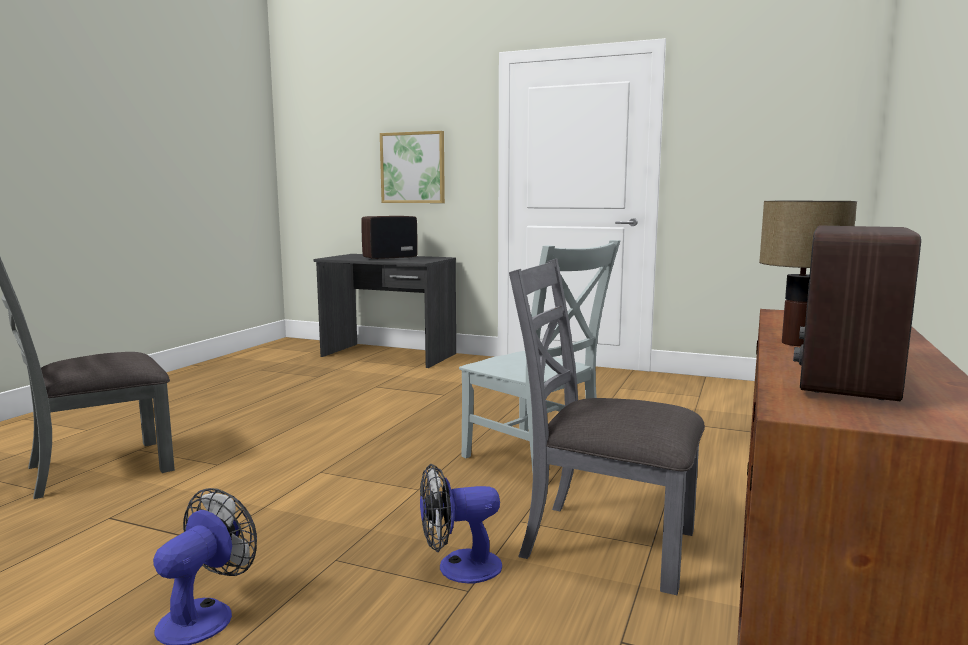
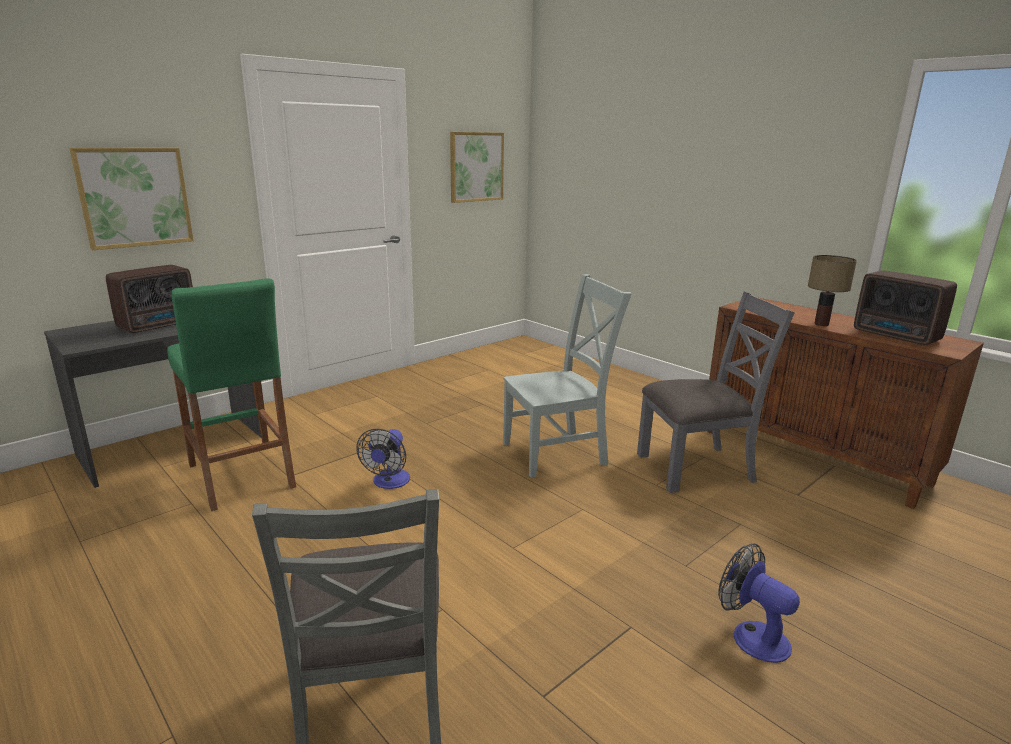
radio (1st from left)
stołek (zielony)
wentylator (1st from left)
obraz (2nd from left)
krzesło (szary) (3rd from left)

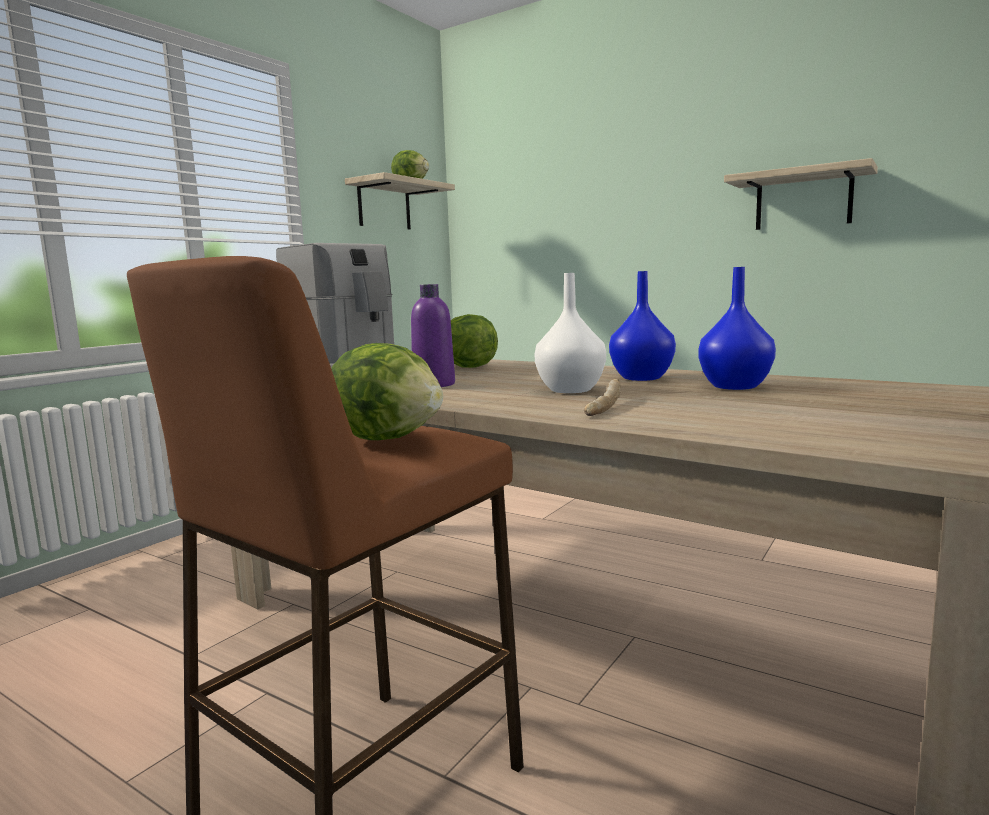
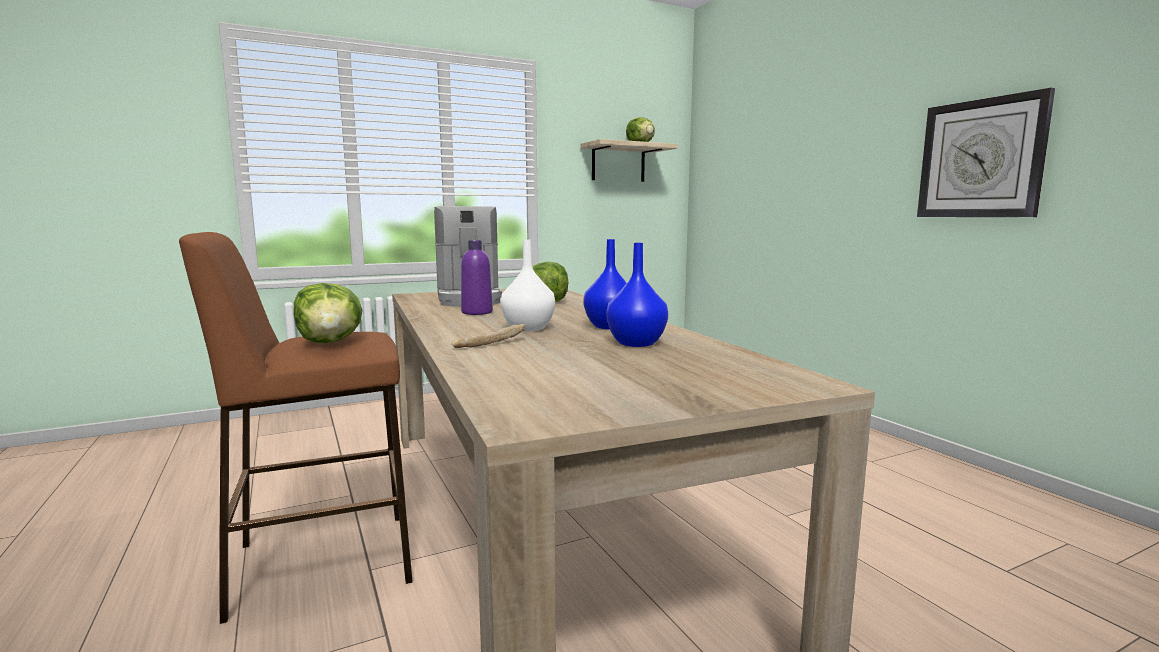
zegar ścienny

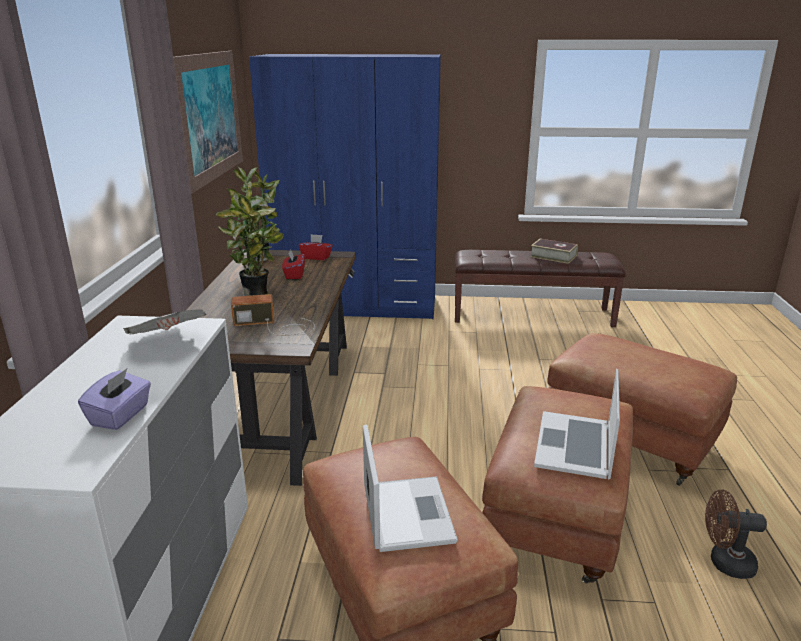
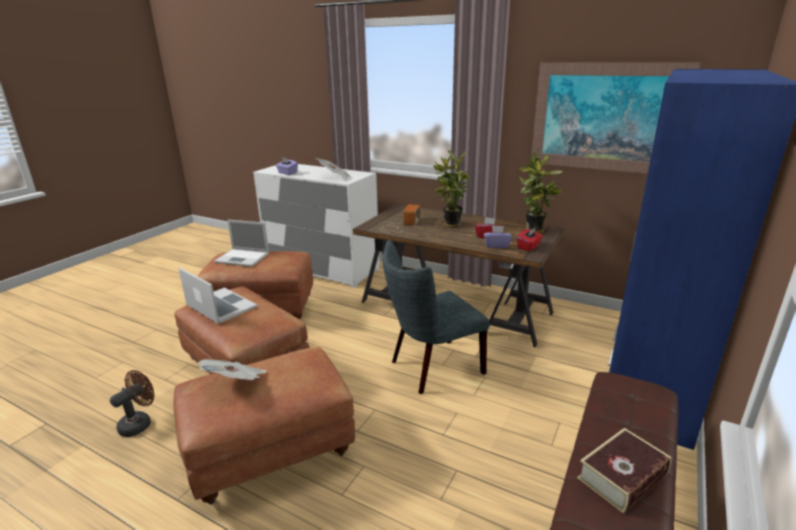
gazeta (1st from left)
krzesło (szary)
pudełko chusteczek (fioletowy) (2nd from left)

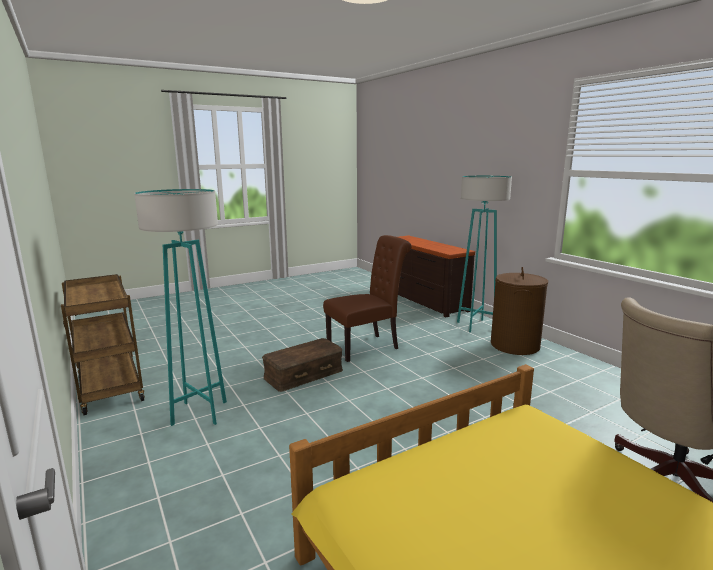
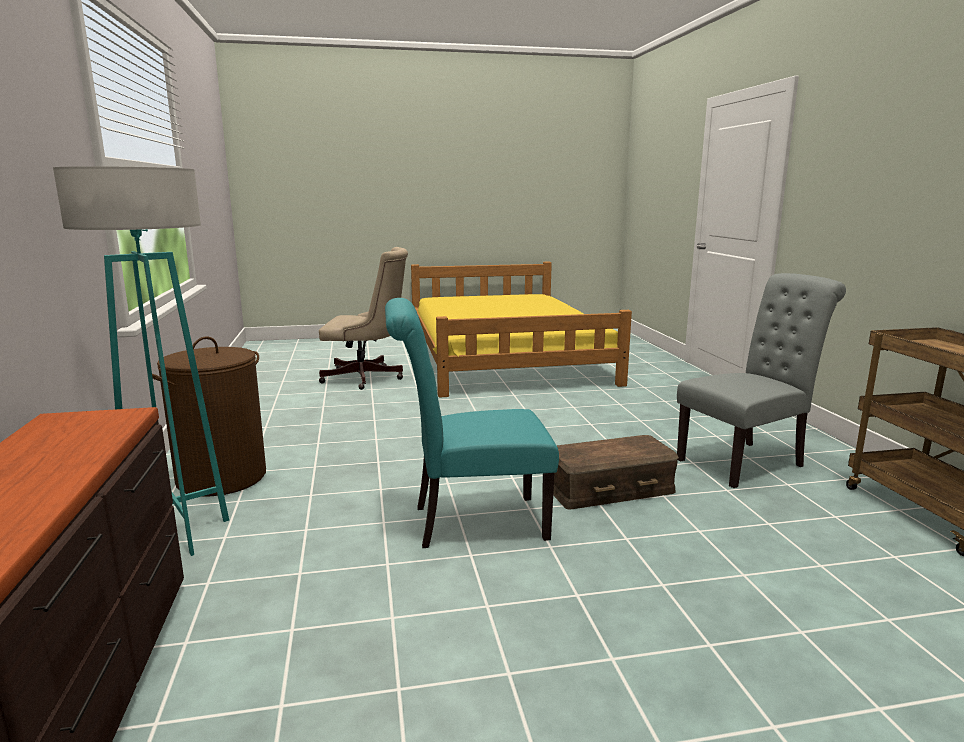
krzesło (turkusowy)
krzesło (szary)

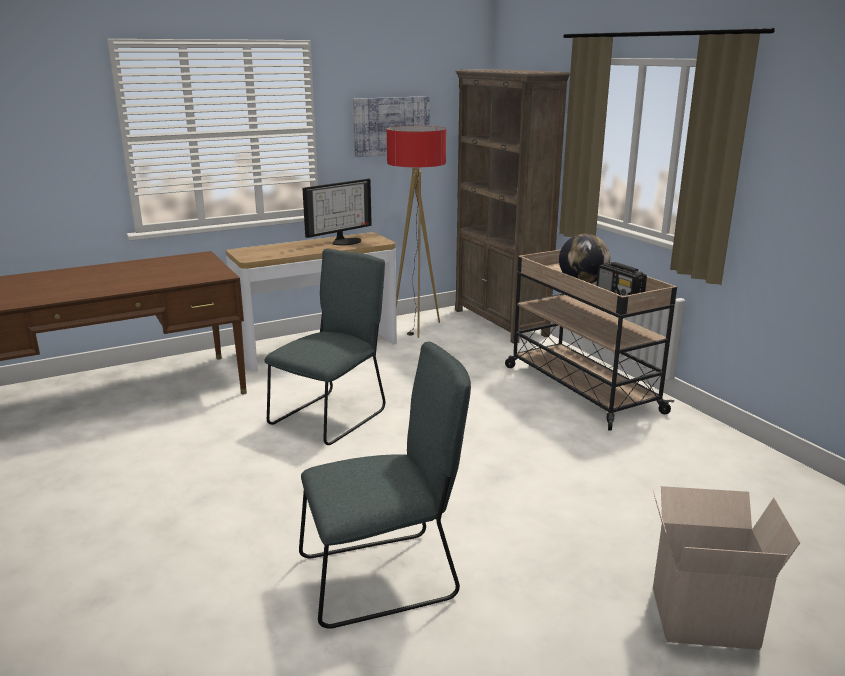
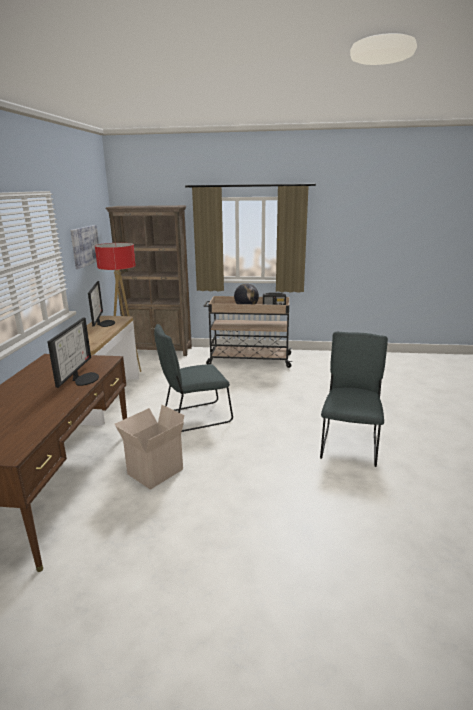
monitor (1st from left)
karton
krzesło (szary) (1st from left)

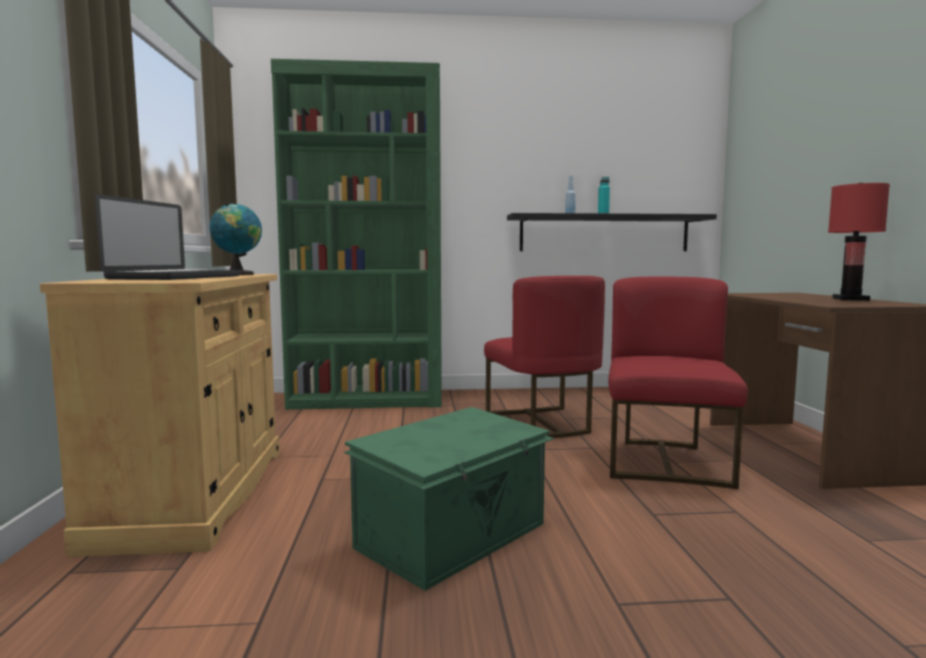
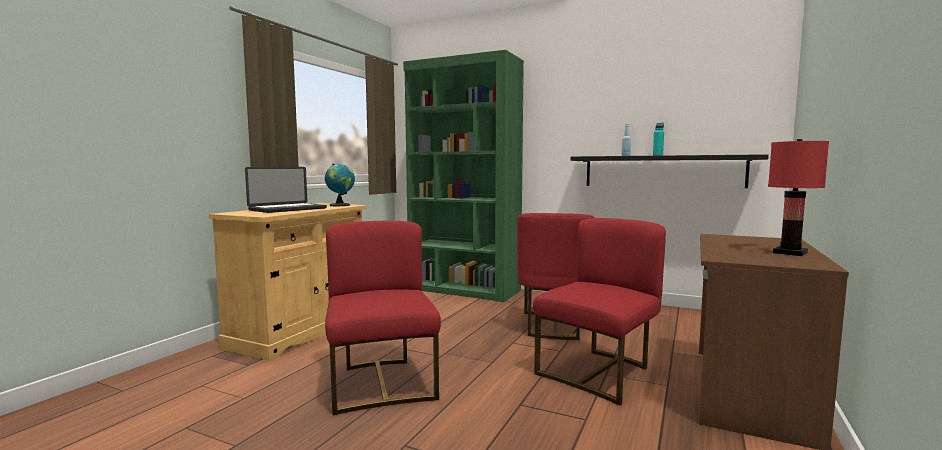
krzesło (czerwony) (1st from left)

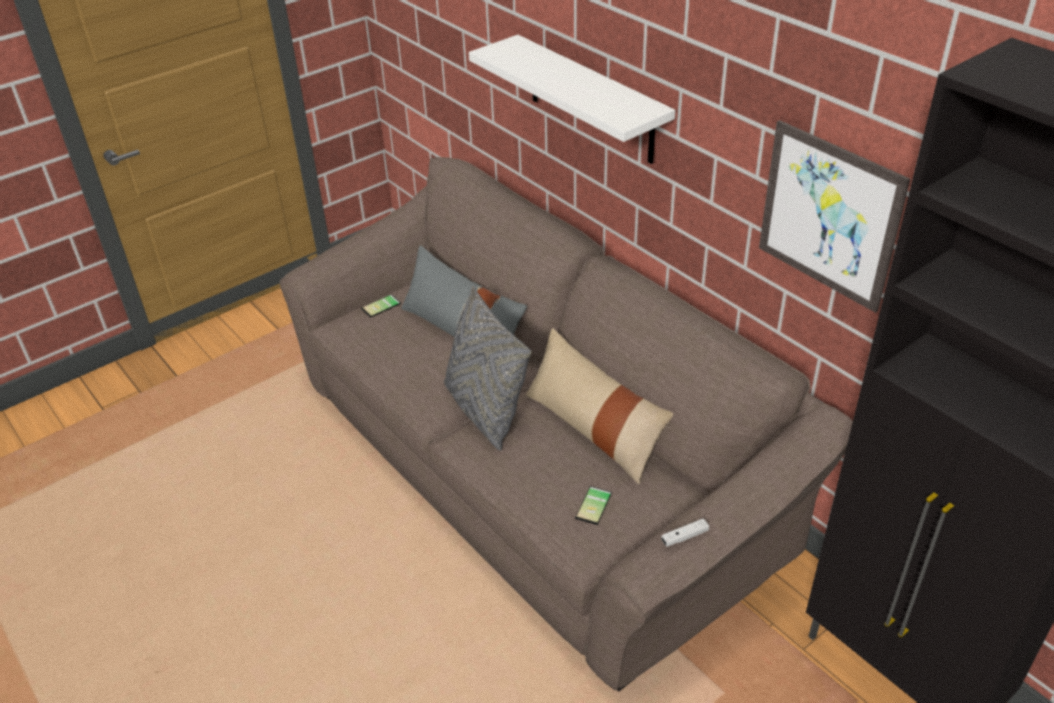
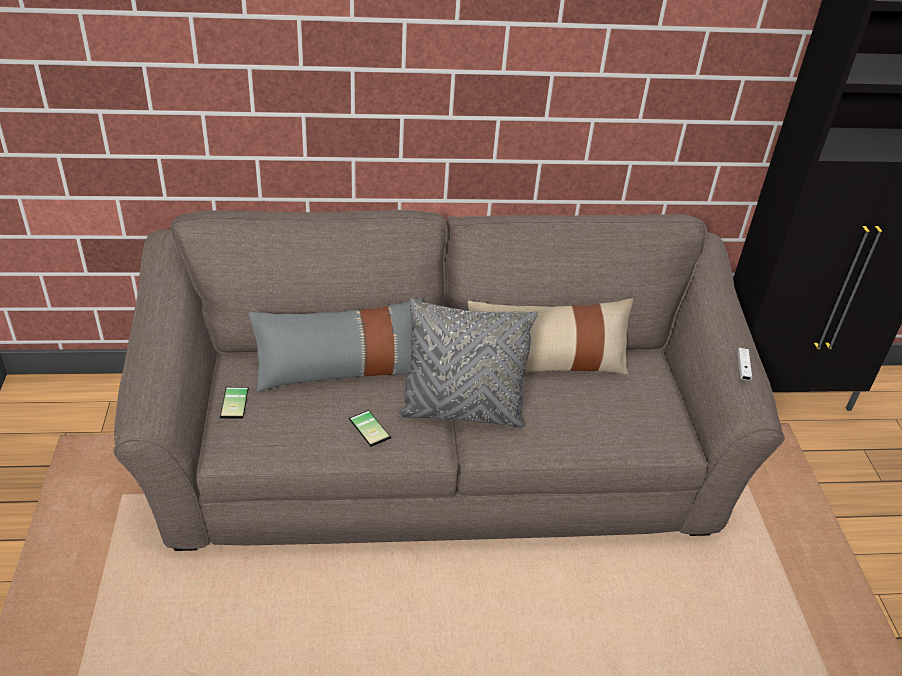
telefon (2nd from left)
półka (biały)
obraz

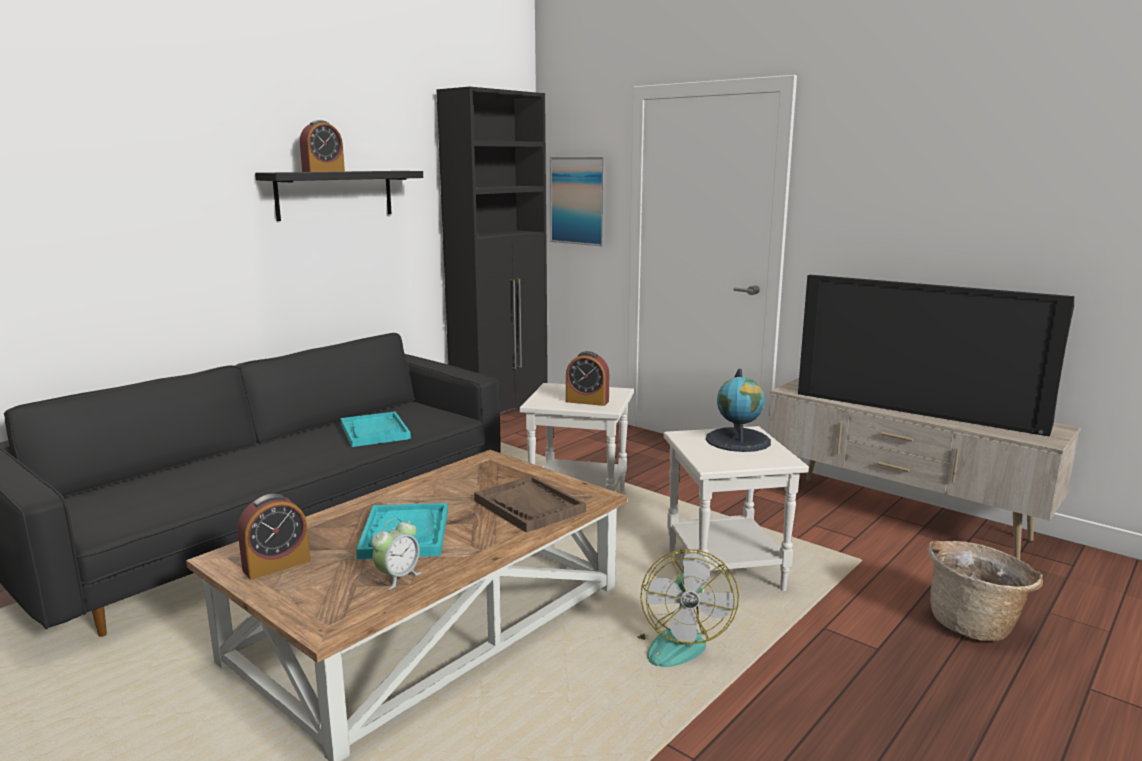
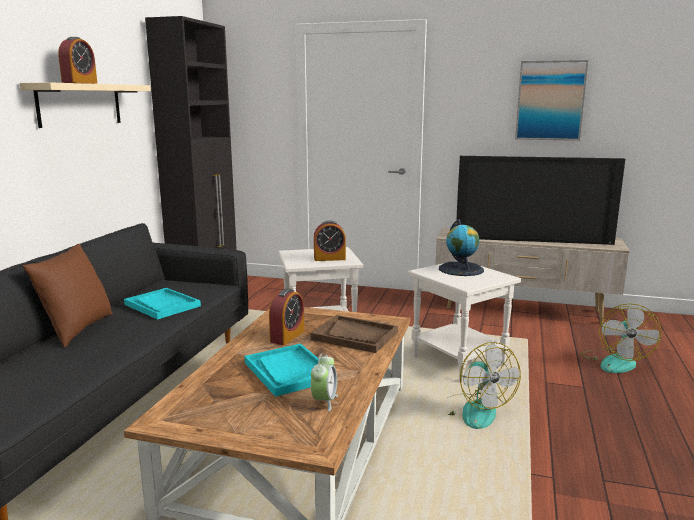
półka (beżowy)
poduszka (brązowy)
budzik (2nd from left)
obraz
wentylator (2nd from left)

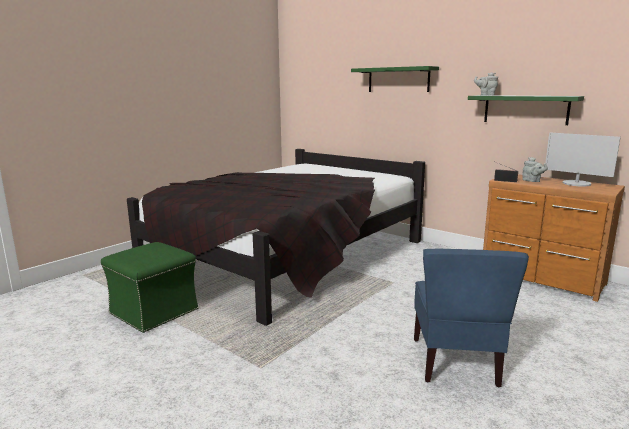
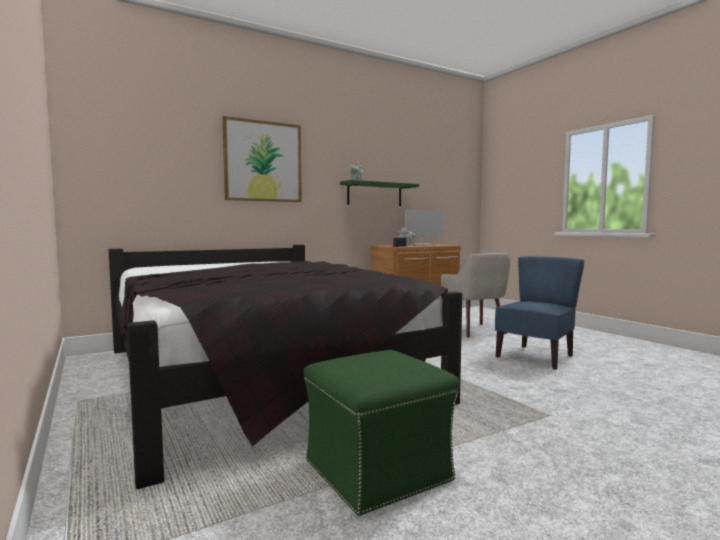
obraz
fotel (beżowy)
krzesło (niebieski)

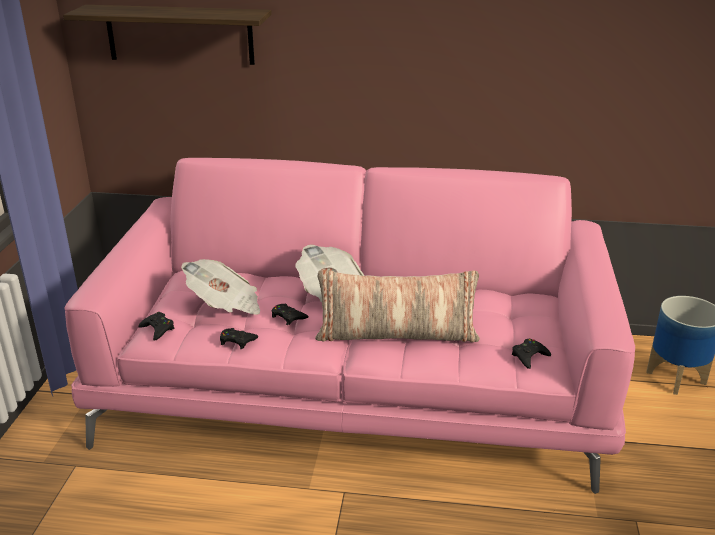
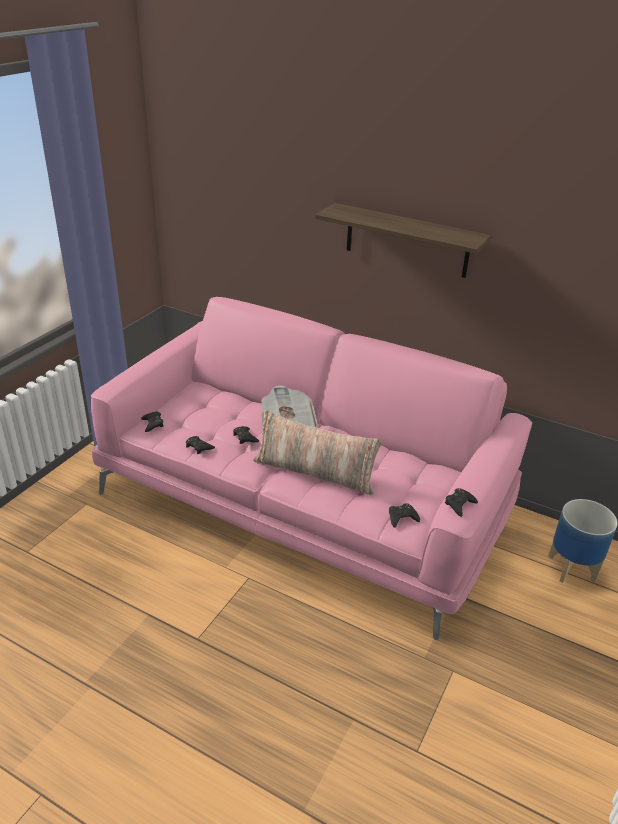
półka
pad do gier (czarny) (5th from left)
gazeta (1st from left in the first image)

